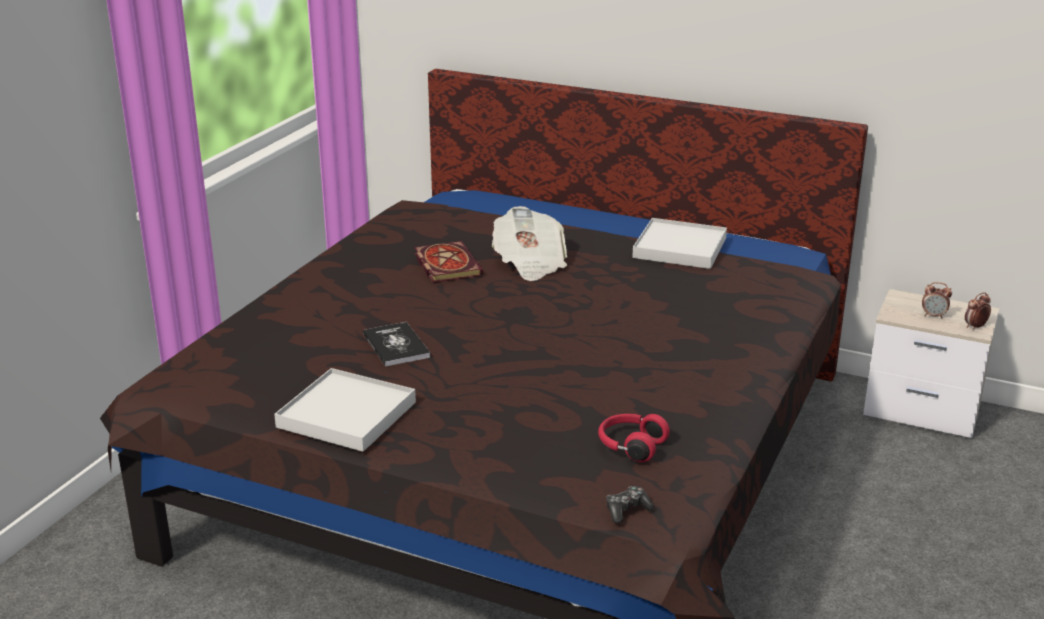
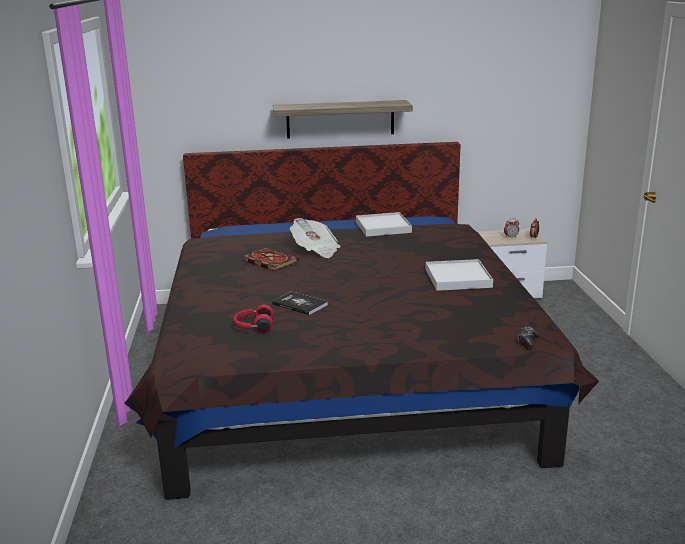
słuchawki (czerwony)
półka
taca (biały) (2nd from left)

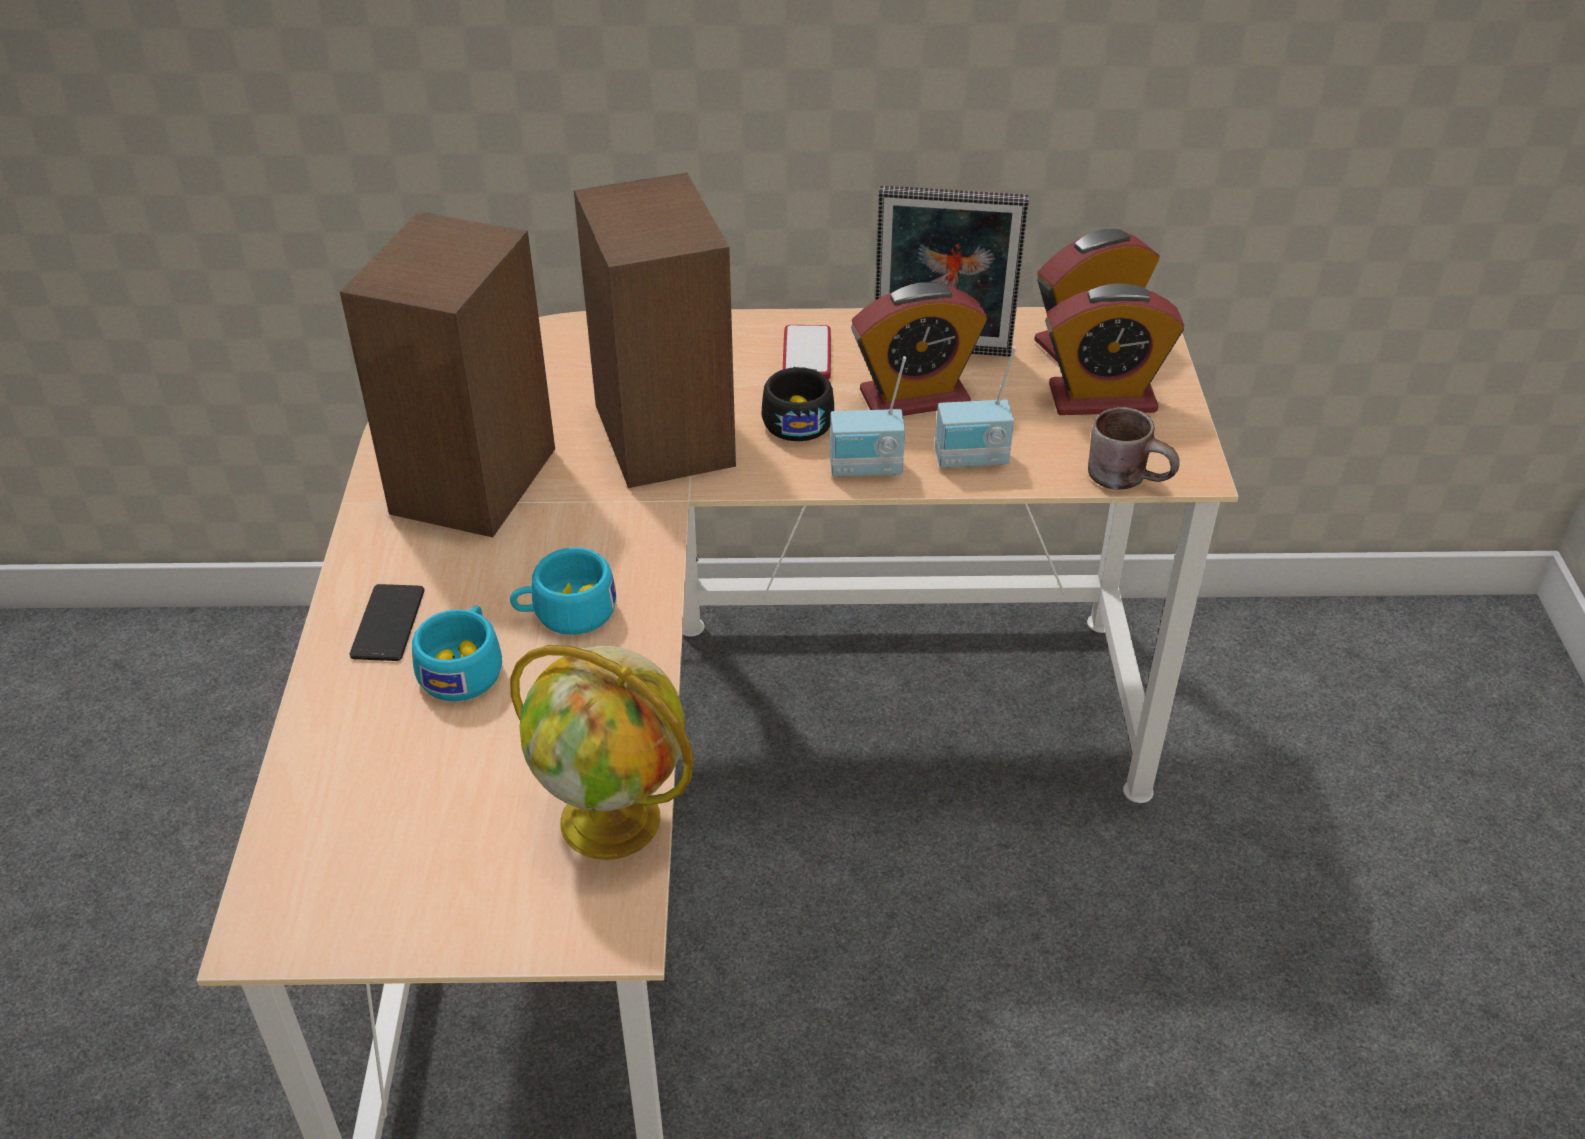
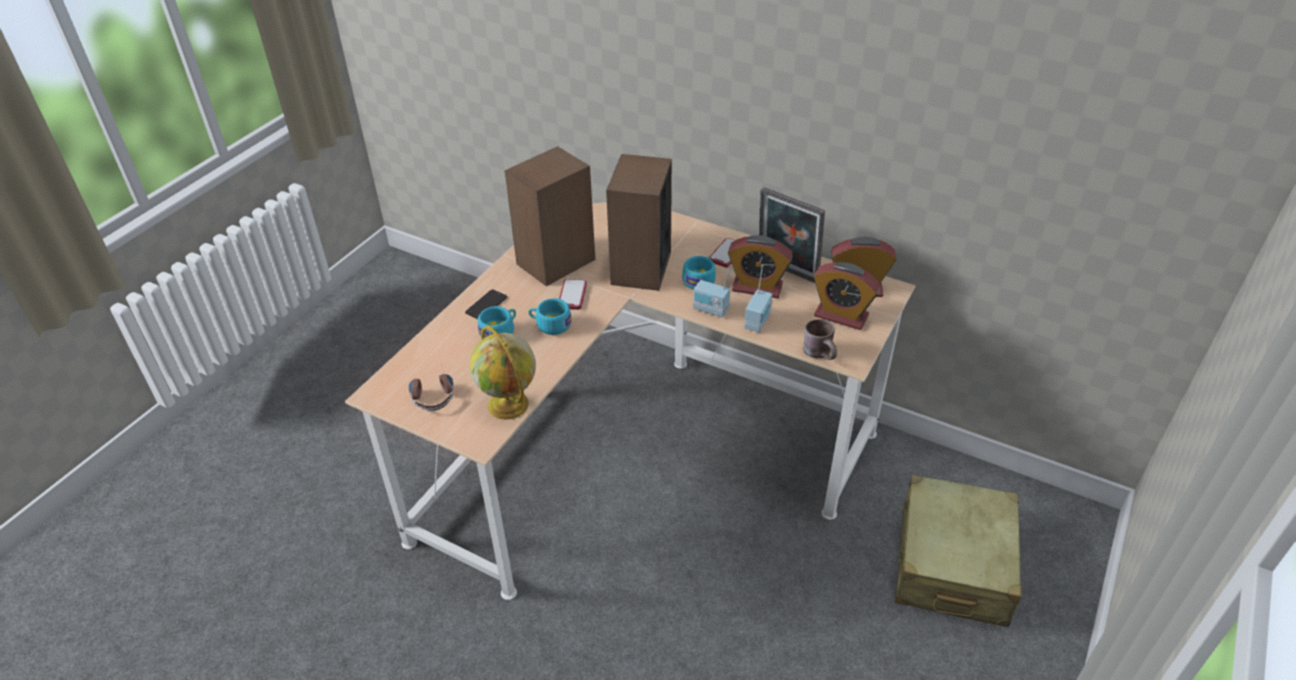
słuchawki
telefon (2nd from left)
filiżanka (turkusowy) (3rd from left)
radio (2nd from left)
walizka (beżowy)

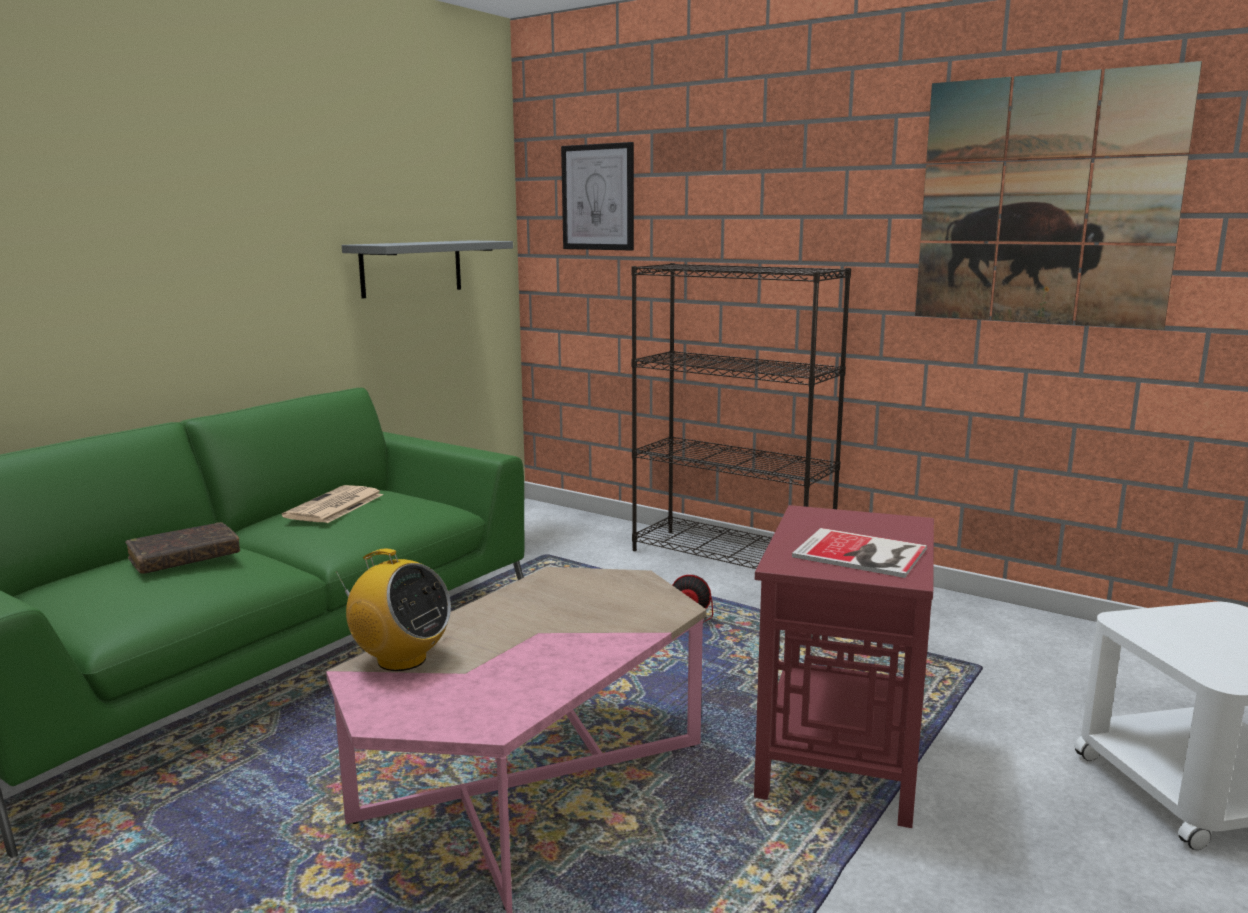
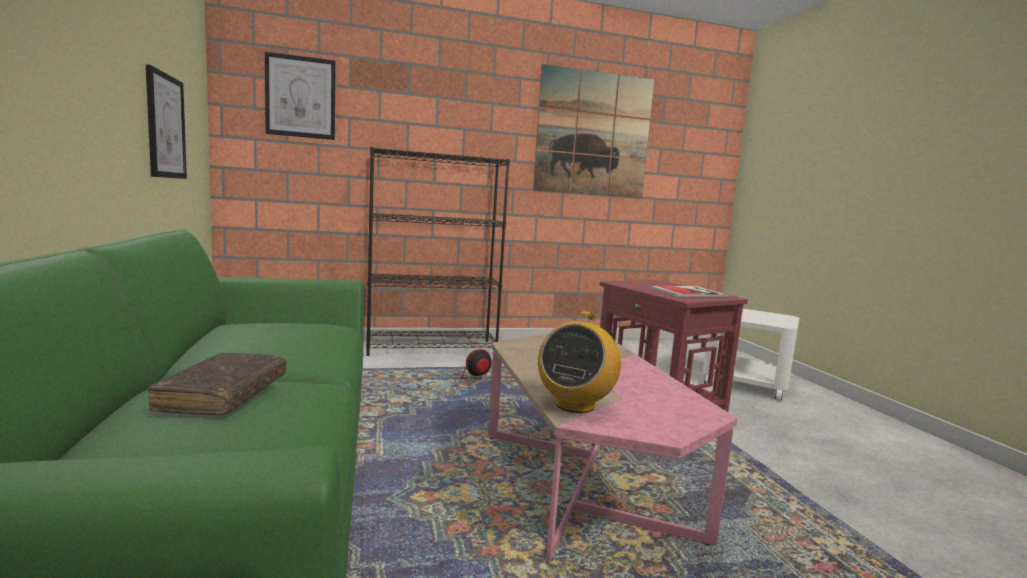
obraz (1st from left)
radio
gazeta

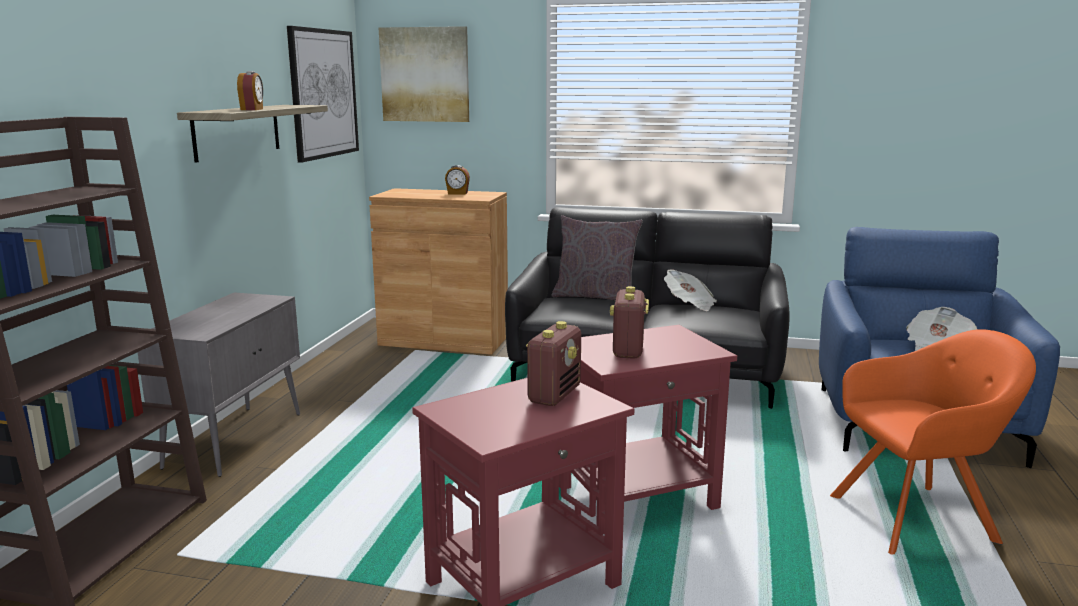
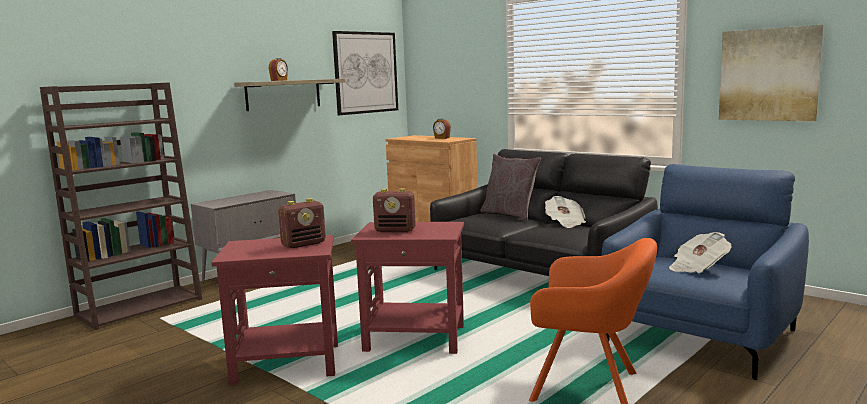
radio (2nd from left)
obraz (2nd from left)

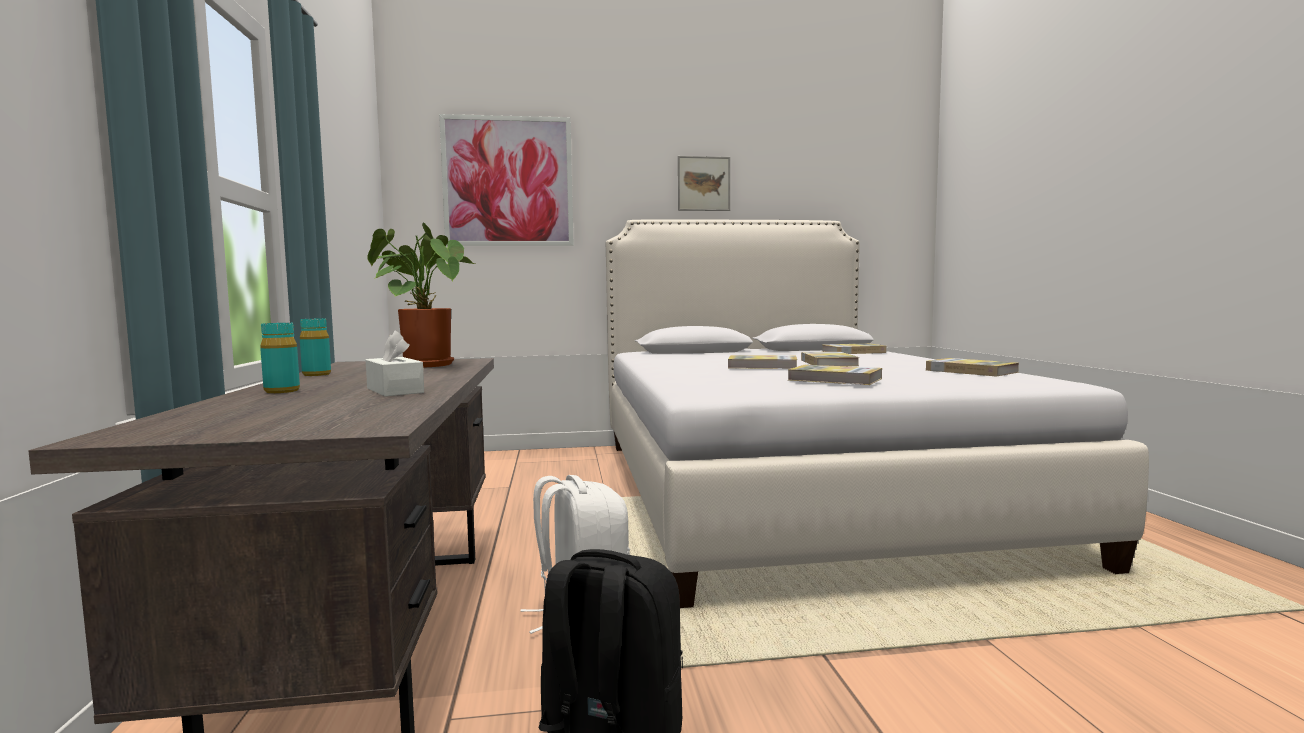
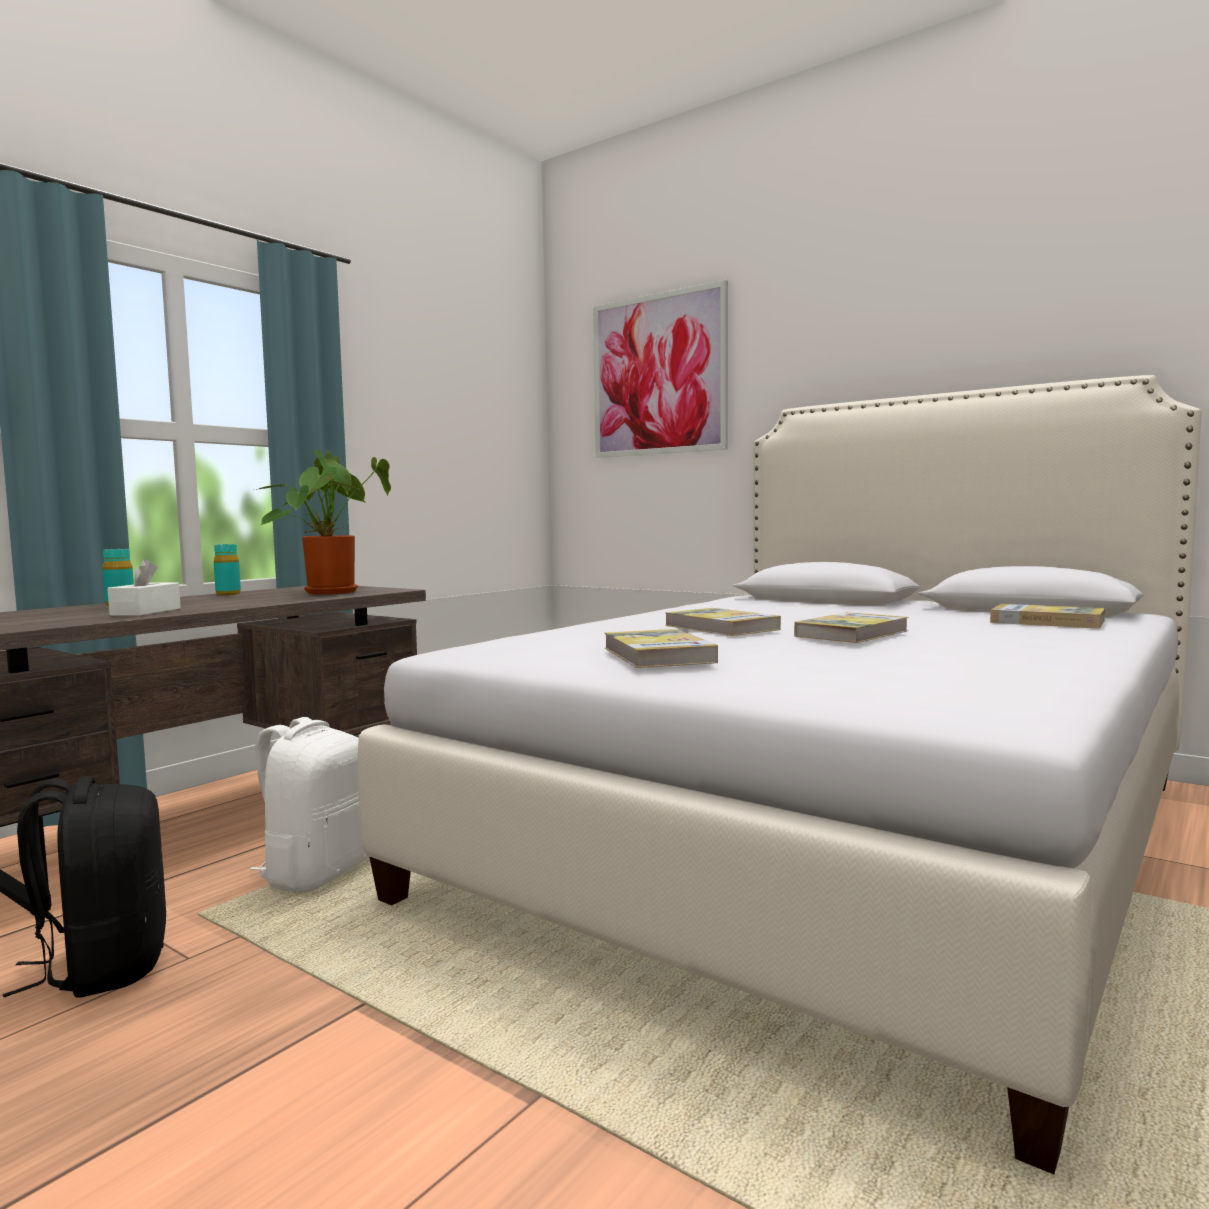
obraz (2nd from left in the first image)
książka (5th from left in the first image)

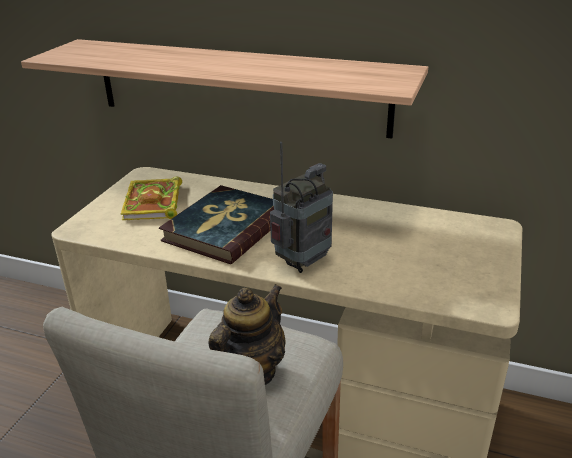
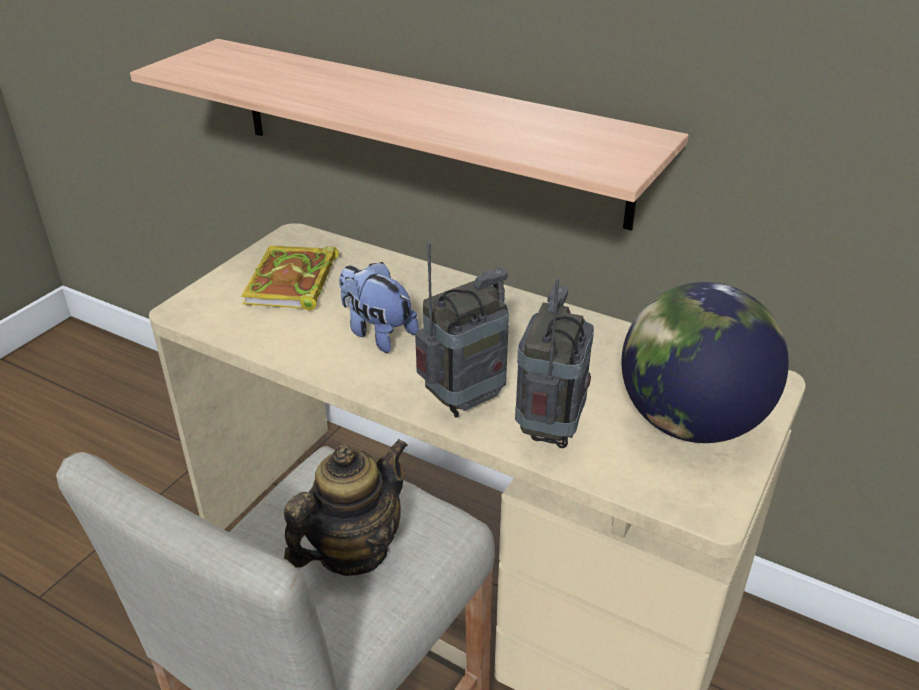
pluszak
radio (2nd from left)
globus

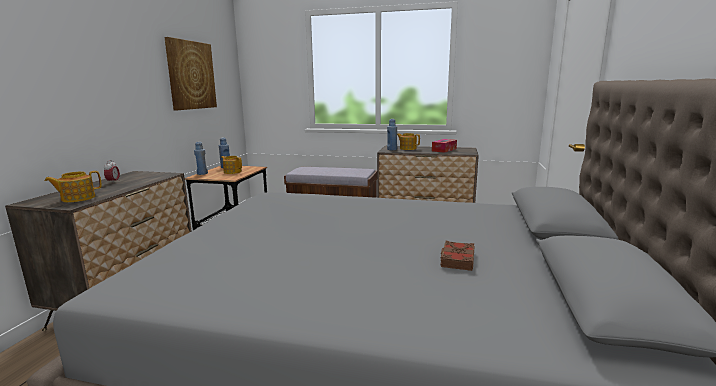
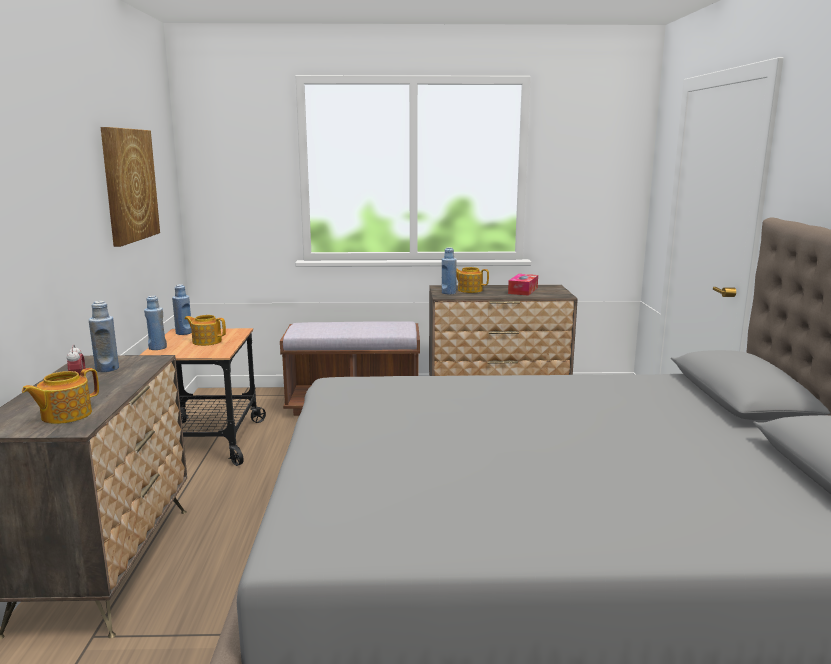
butelka (niebieski) (1st from left)
książka (brązowy)

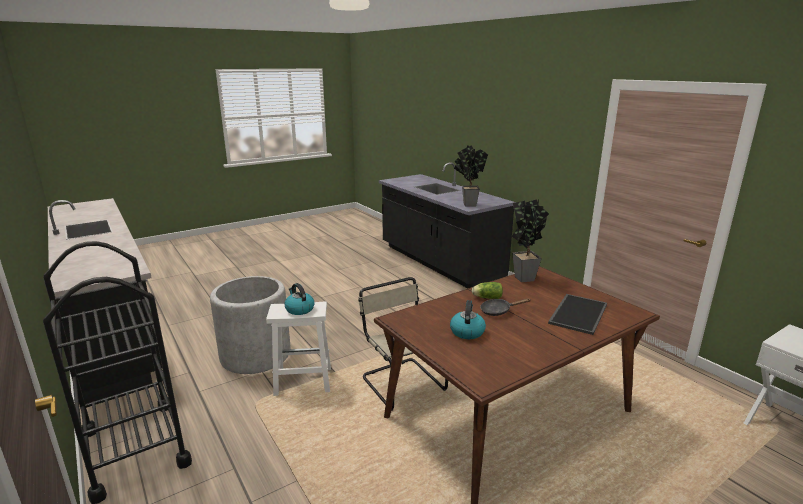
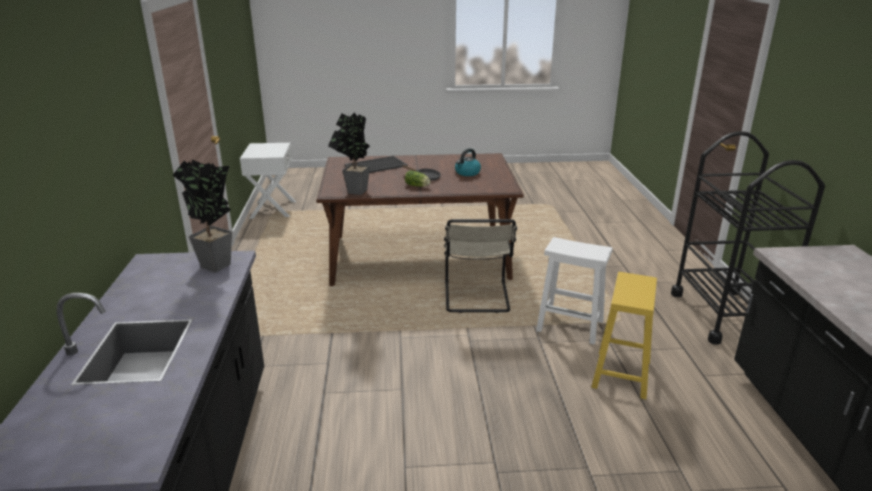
stołek (żółty)
czajnik (1st from left in the first image)

